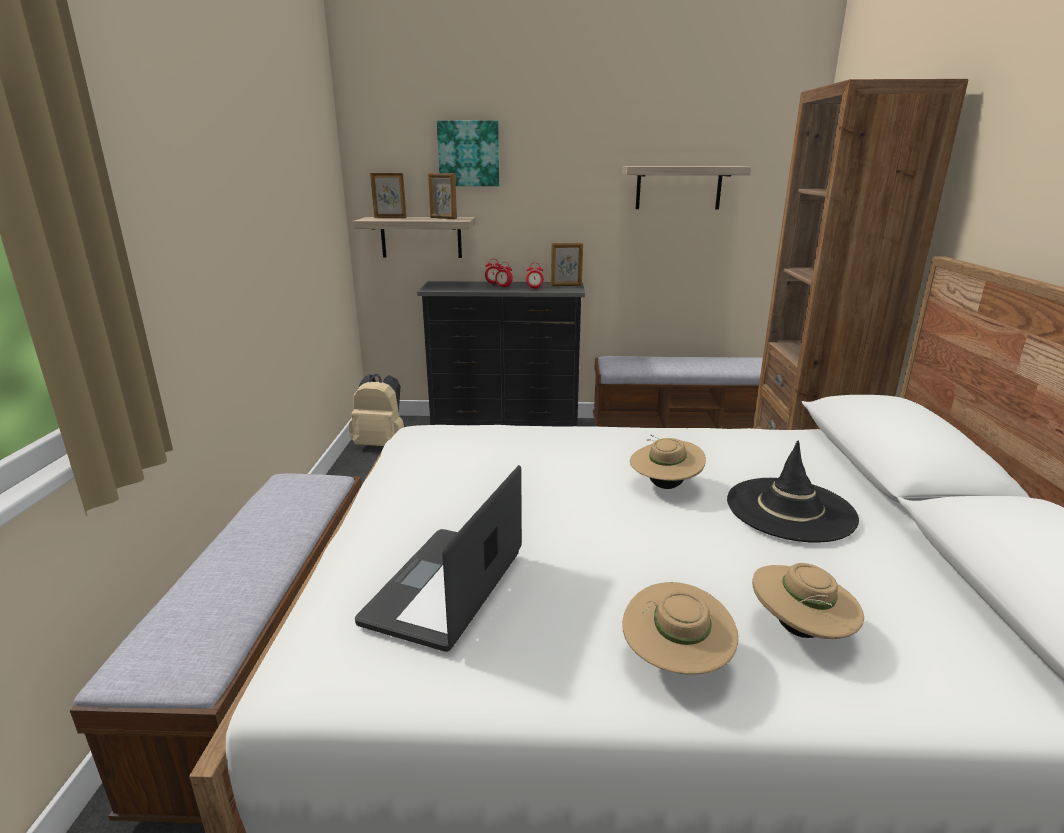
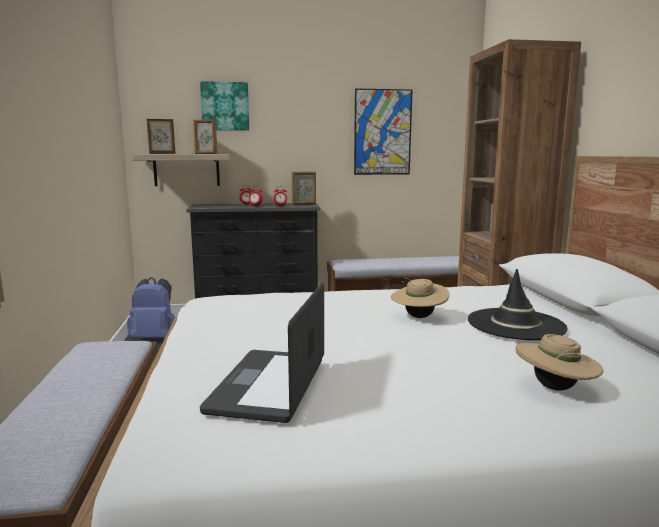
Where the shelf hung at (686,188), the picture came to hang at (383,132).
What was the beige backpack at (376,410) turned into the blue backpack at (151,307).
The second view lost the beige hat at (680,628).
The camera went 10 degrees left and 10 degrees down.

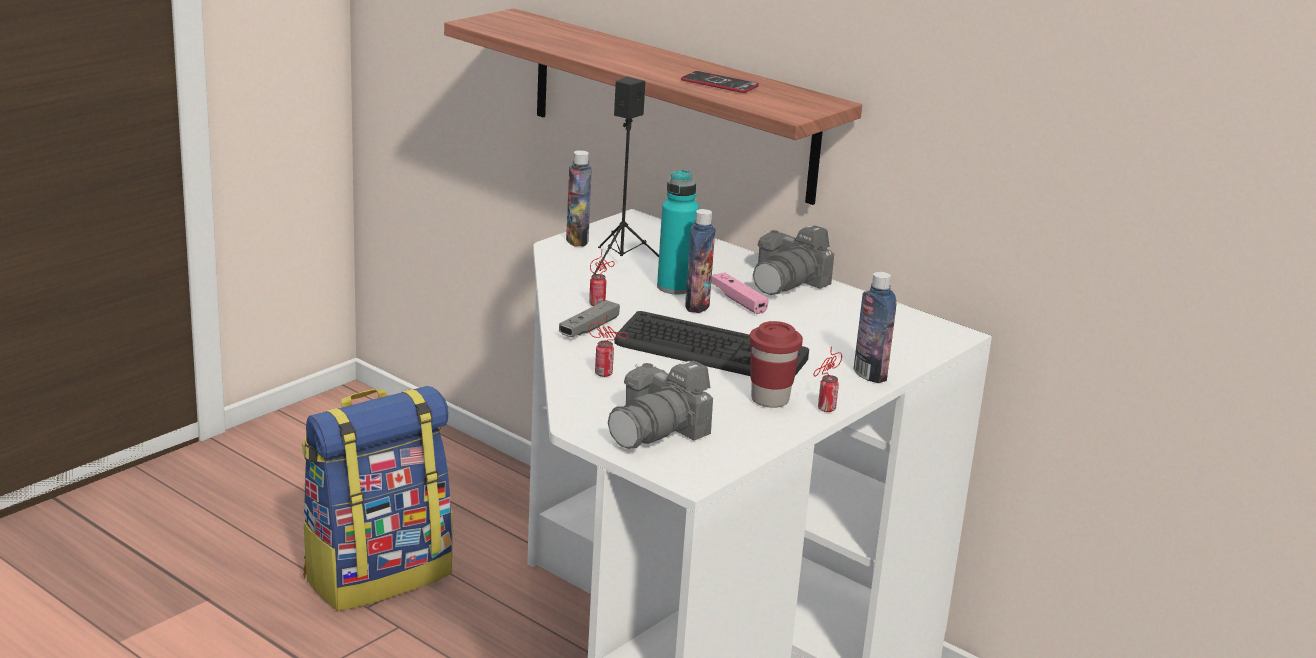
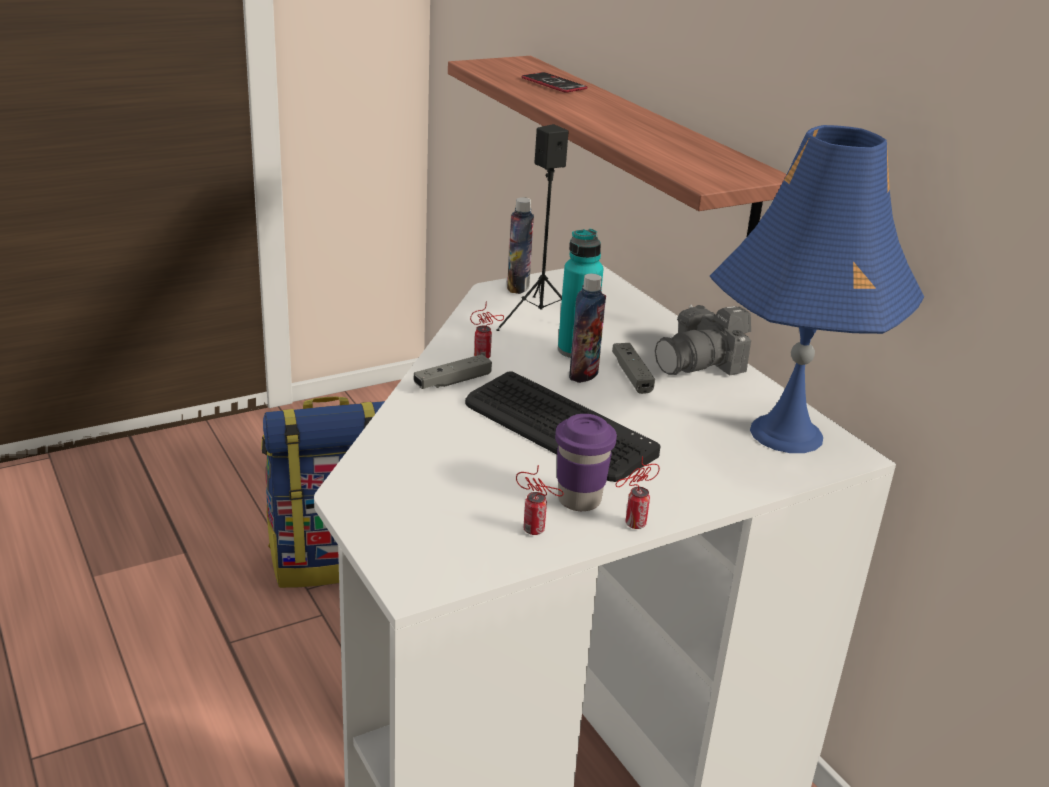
The phone ended up elsewhere, having gone from (720,82) to (555,82).
What was the pink game controller at (740,293) turned into the grey game controller at (633,368).
The second view lost the bottle at (875,327).
The can ended up elsewhere, having gone from (608,346) to (540,500).
What was the red cup at (776,364) turned into the purple cup at (586,462).
The second view lost the photo camera at (660,404).
The second view gained the blue table lamp at (817,289).
The camera went 20 degrees right and 5 degrees up.

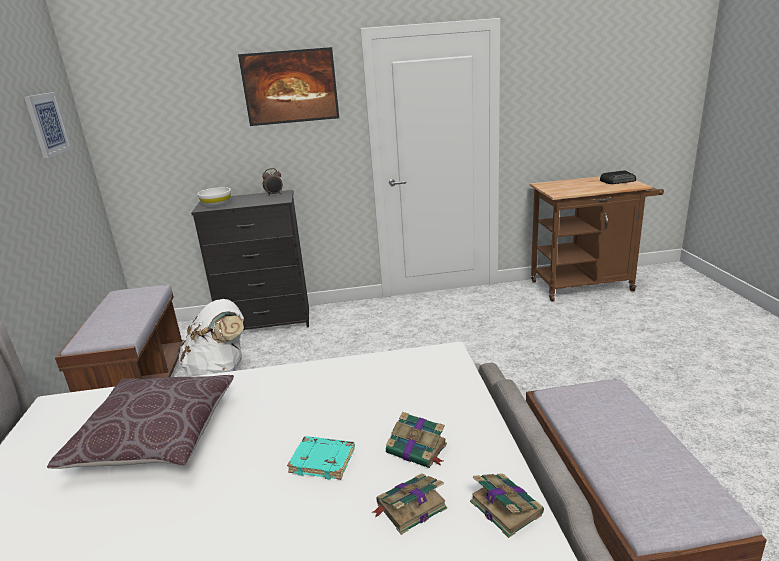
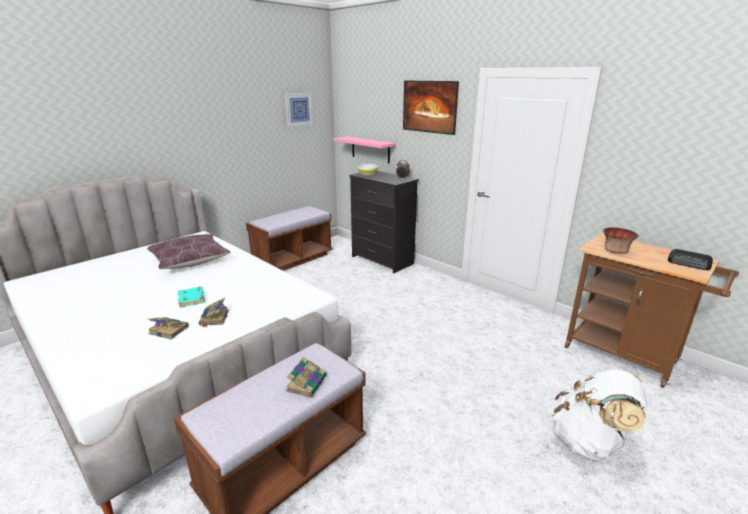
The white backpack ended up elsewhere, having gone from (211,338) to (600,415).
The book ended up elsewhere, having gone from (507,505) to (306,377).
The second view gained the pink shelf at (365,149).
The second view gained the bowl at (620,240).
The camera went 50 degrees right and 0 degrees up.

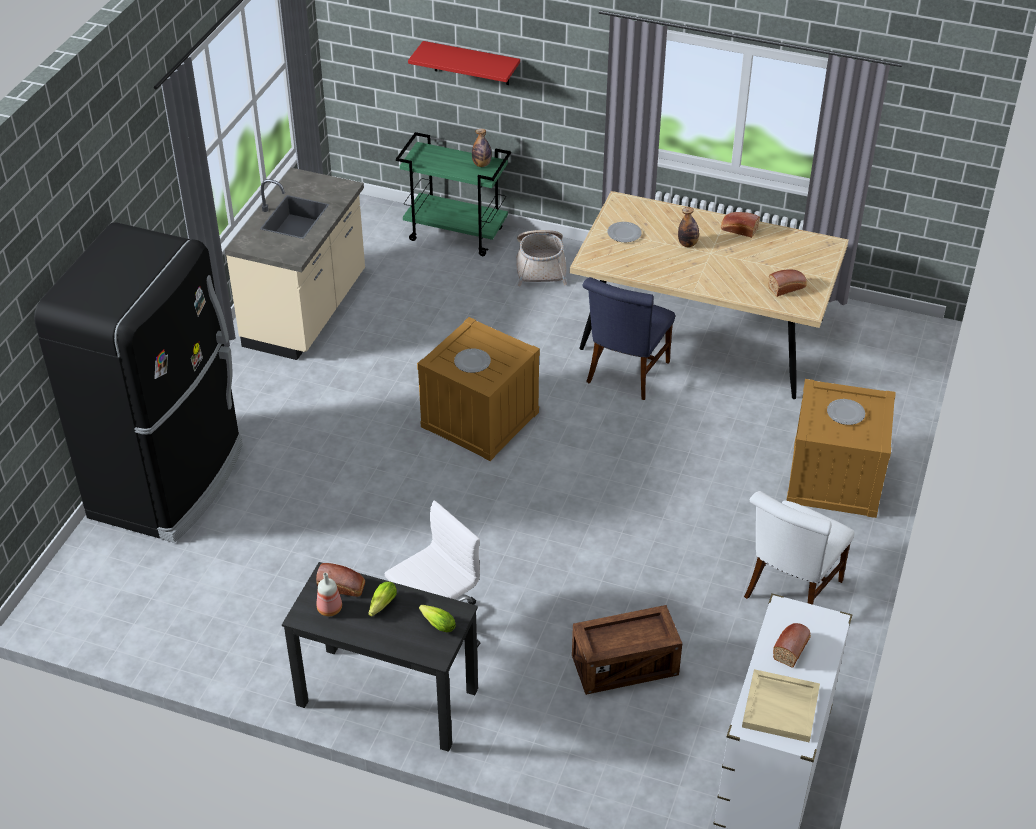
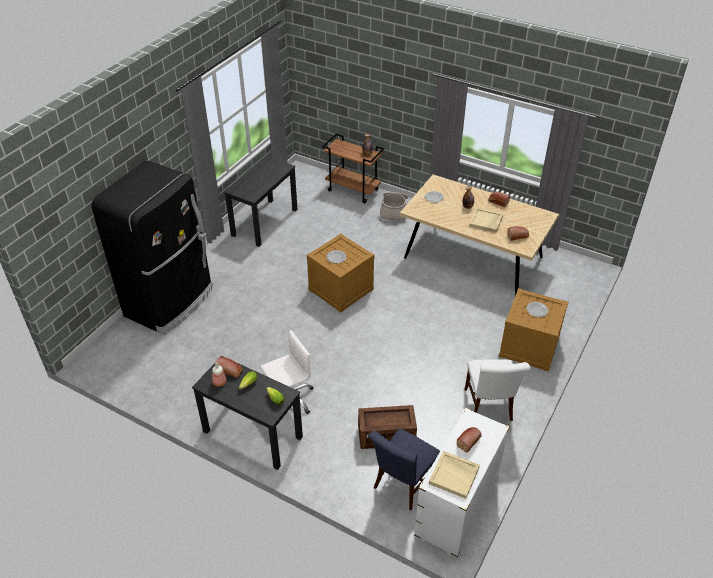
The second view lost the red shelf at (464,63).
What was the green cart at (453,194) turned into the brown cart at (353,168).
Where the beige counter stood at (295,264), the black desk came to stand at (261,201).
The blue chair ended up elsewhere, having gone from (628,338) to (404,470).
The white chair at (799,548) ended up facing another way, 45 degrees counterclockwise from before.
The second view gained the beige tray at (486,220).
The camera went 10 degrees right and 0 degrees up.

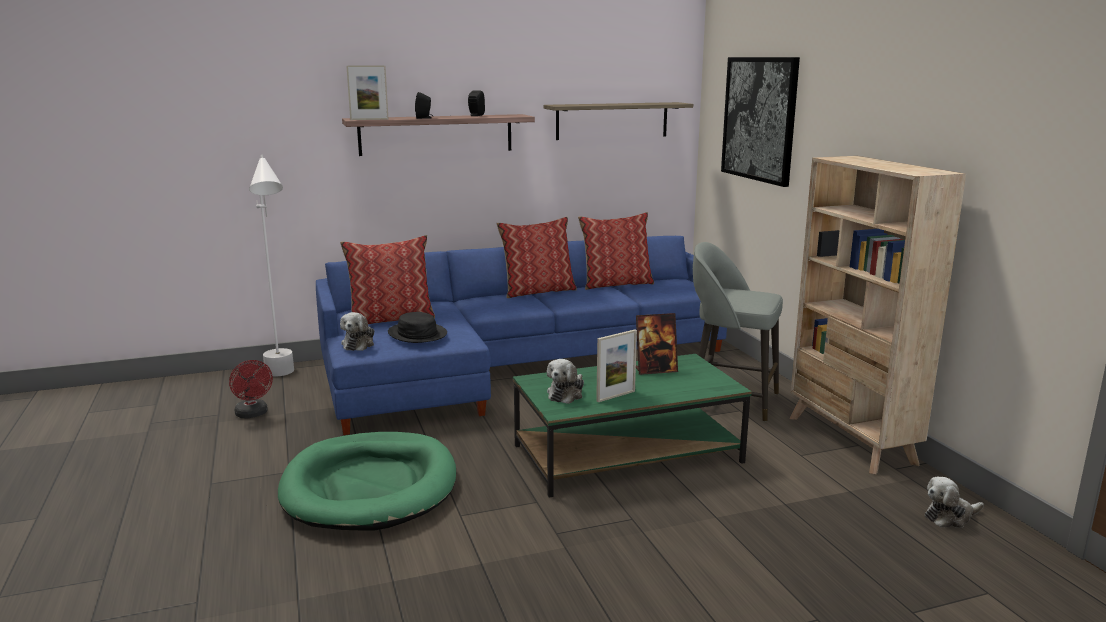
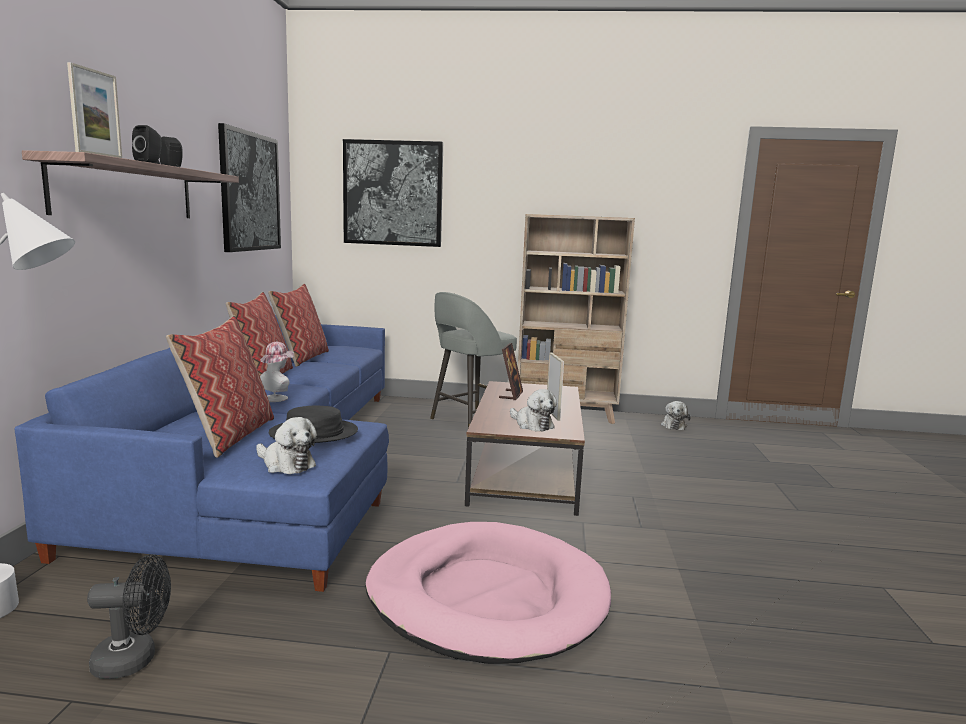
Where the shelf hung at (618,121), the picture came to hang at (249,187).
What was the green coffee table at (632,425) turned into the brown coffee table at (525,448).
What was the red fan at (251,389) turned into the black fan at (129,616).
What was the green dog bed at (367,481) turned into the pink dog bed at (488,593).
The second view gained the hat at (277,372).
The camera went 65 degrees left and 5 degrees down.

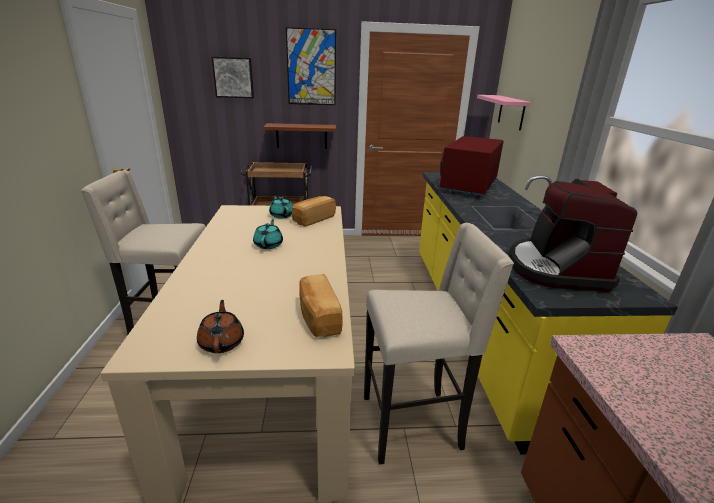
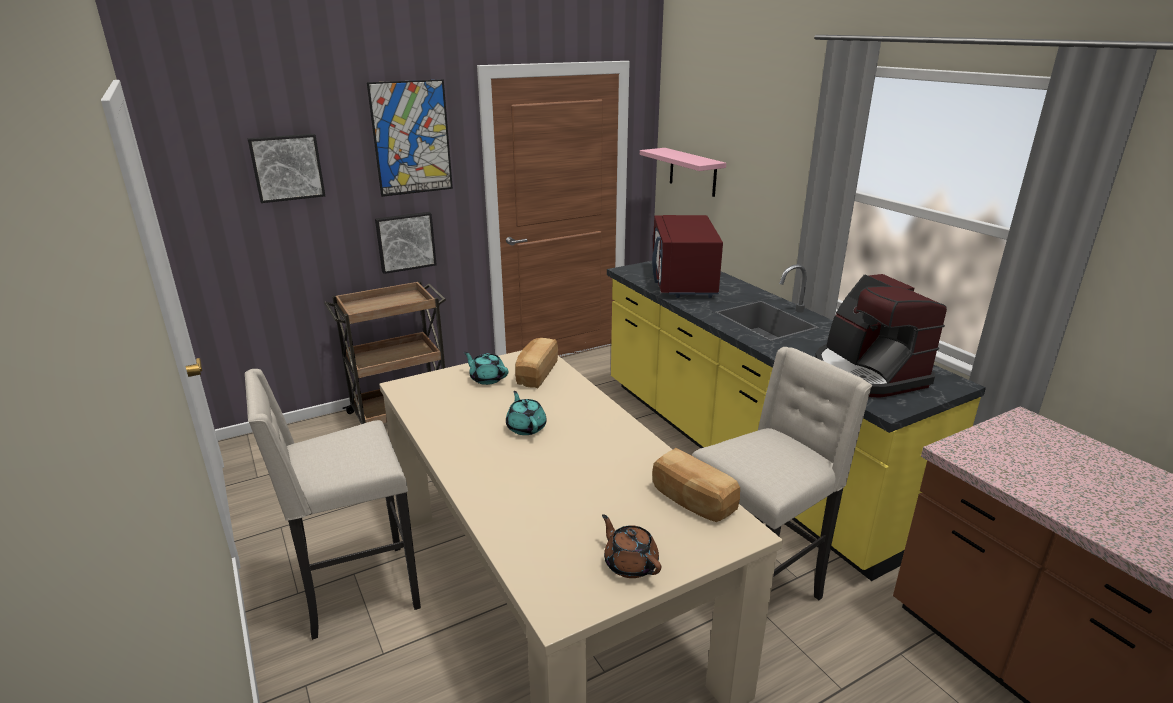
Where the brown shelf hung at (300,136), the picture came to hang at (406,243).
The camera went 25 degrees left and 0 degrees up.

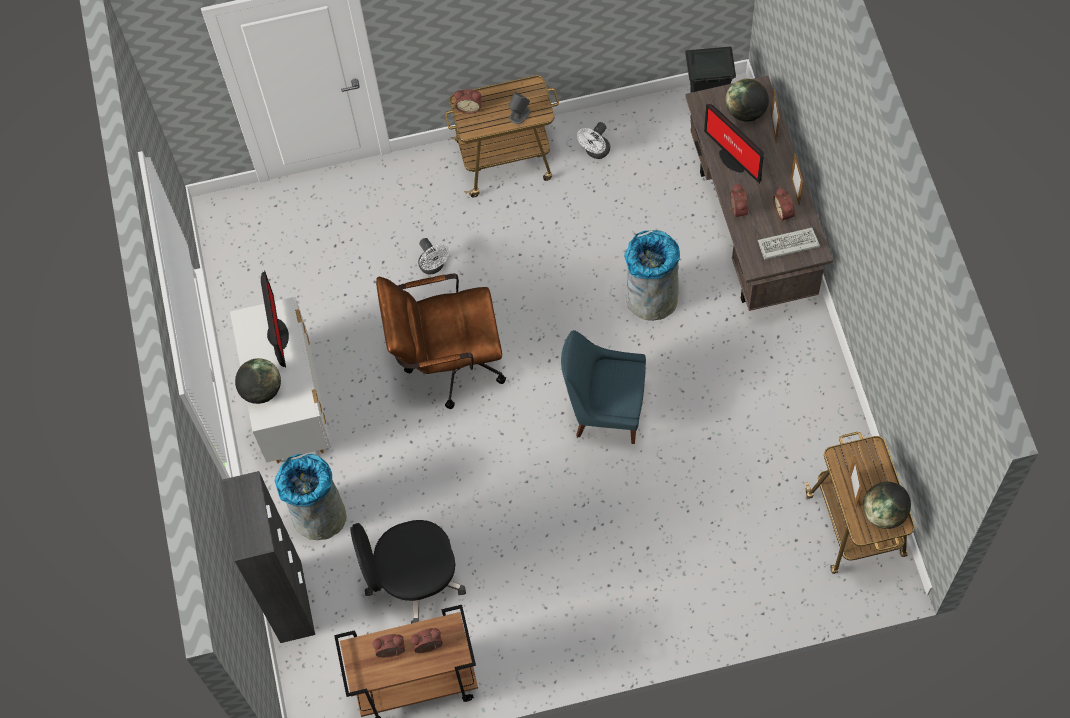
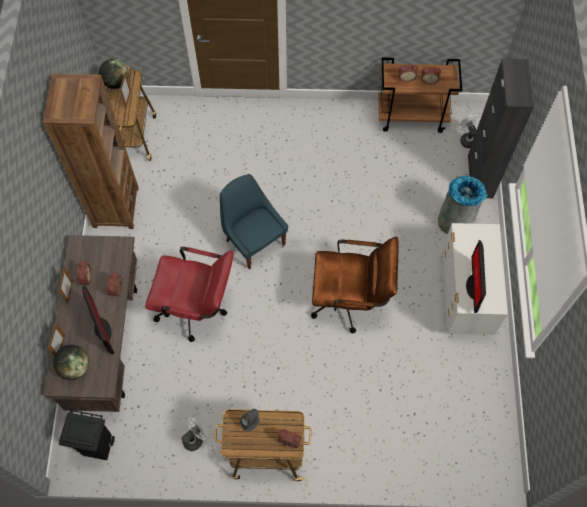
The second view lost the keyboard at (789,244).
Where the grey trash can stood at (652,275), the red office chair came to stand at (189,294).
The white fan ended up elsewhere, having gone from (433,256) to (469,131).
The blue chair at (603,387) ended up facing another way, 150 degrees counterclockwise from before.
The second view lost the globe at (258,381).
The second view lost the black office chair at (408,572).
The second view gained the brown bookcase at (91,151).
The camera went 170 degrees left and 0 degrees up.

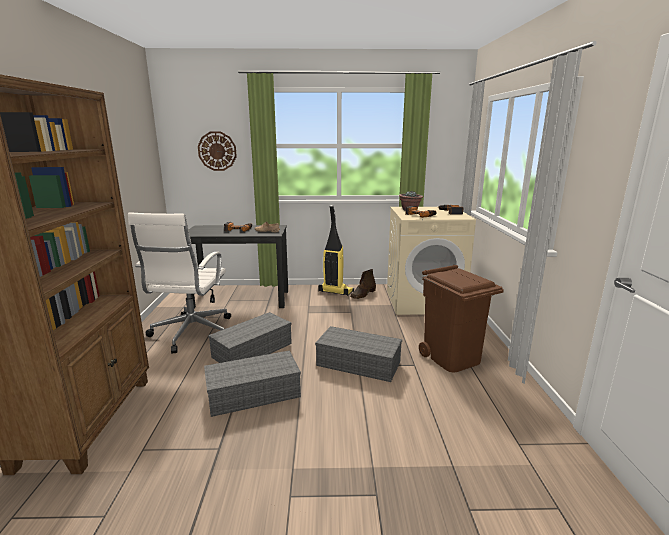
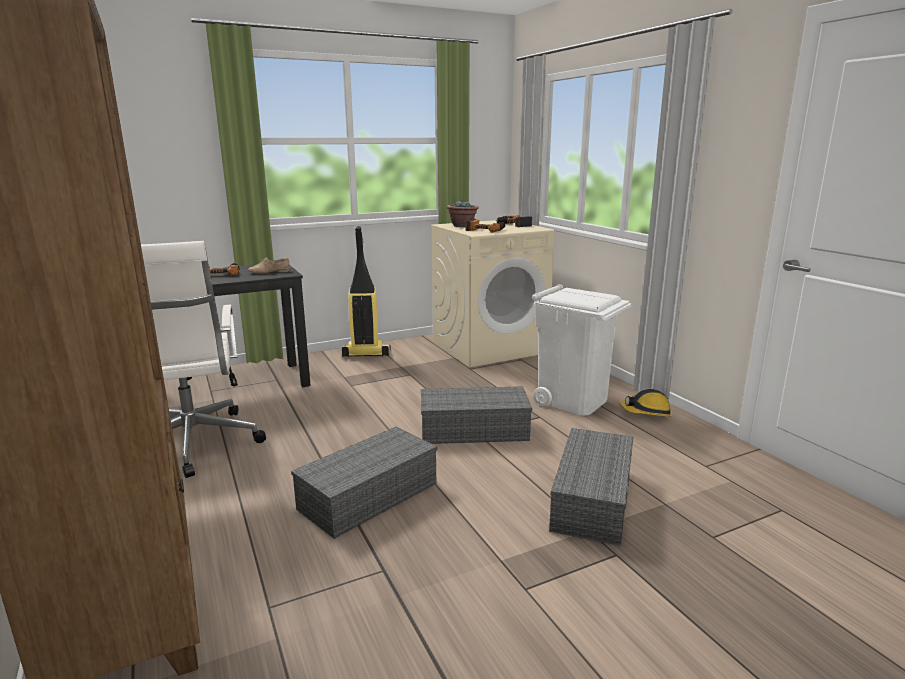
The second view lost the wall clock at (217,151).
What was the brown trash can at (461,319) turned into the white trash can at (581,349).
The second view lost the brown boot at (363,284).
The grey storage box ended up elsewhere, having gone from (250,337) to (591,487).
The second view gained the hard hat at (646,403).
The camera went 25 degrees left and 0 degrees up.

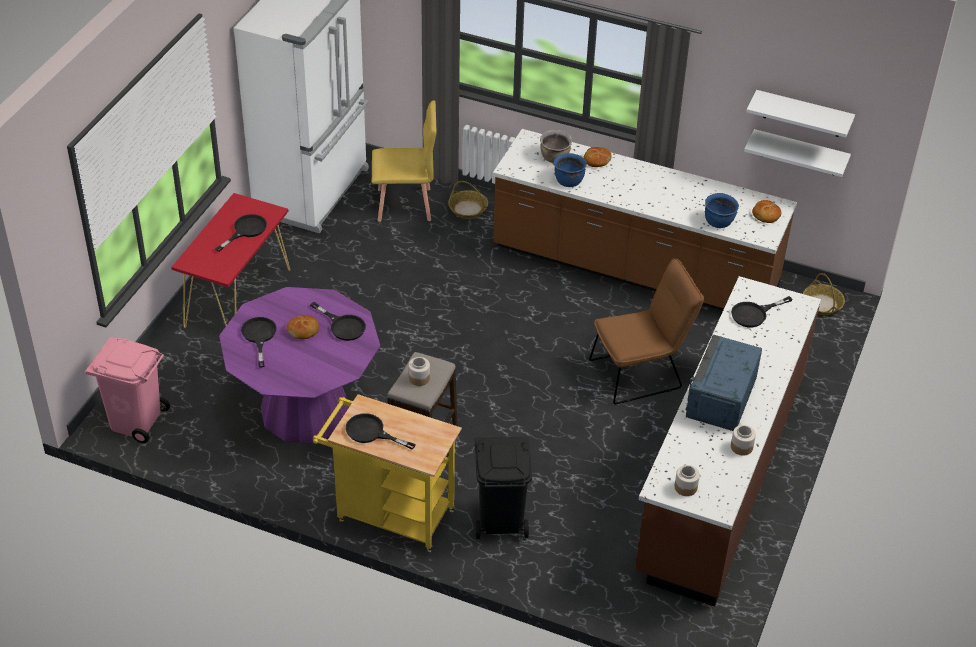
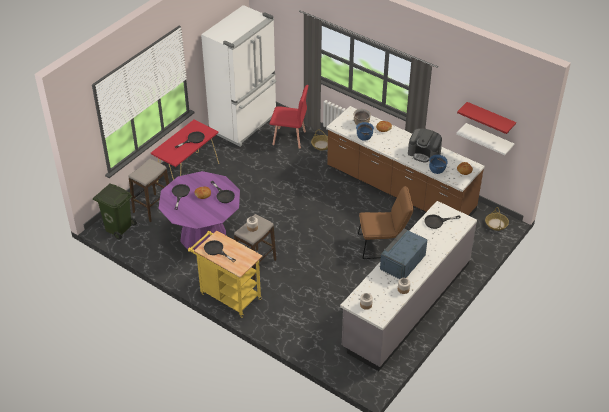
What was the white shelf at (800,113) turned into the red shelf at (486,118).
What was the yellow chair at (404,161) turned into the red chair at (289,117).
What was the brown counter at (728,441) turned into the grey counter at (408,286).
What was the pink trash can at (127,390) turned into the green trash can at (115,211).
The second view lost the black trash can at (503,488).
The second view gained the coffee machine at (425,145).
The second view gained the stool at (149,190).
The camera went 15 degrees right and 0 degrees up.

